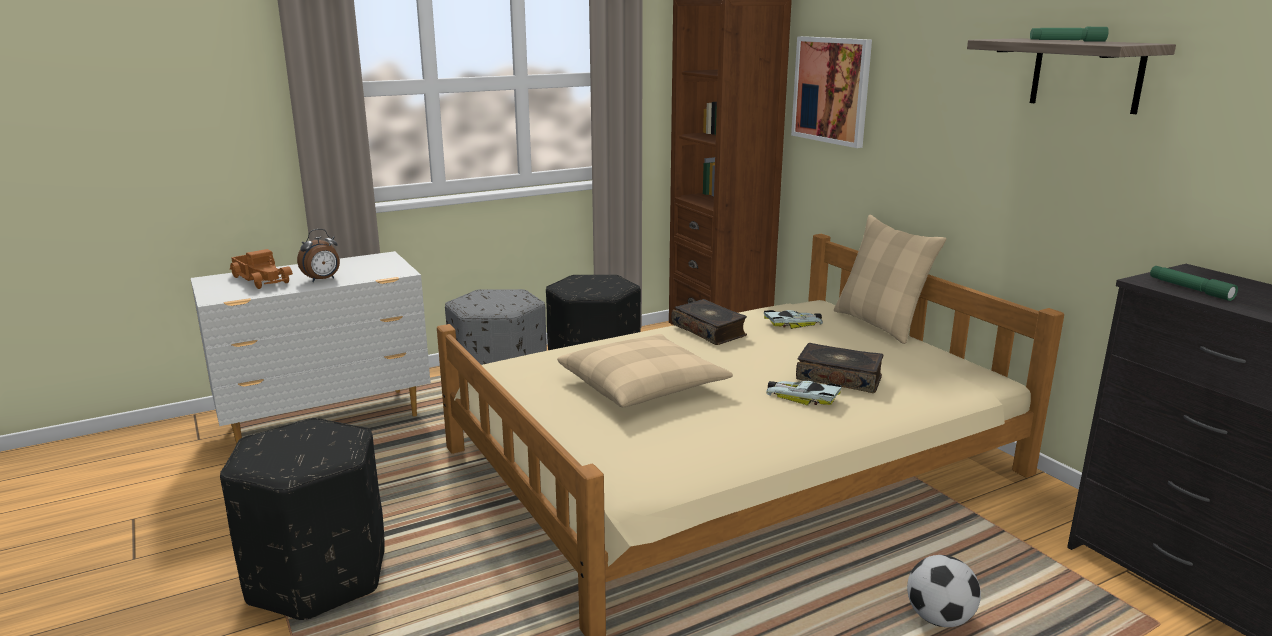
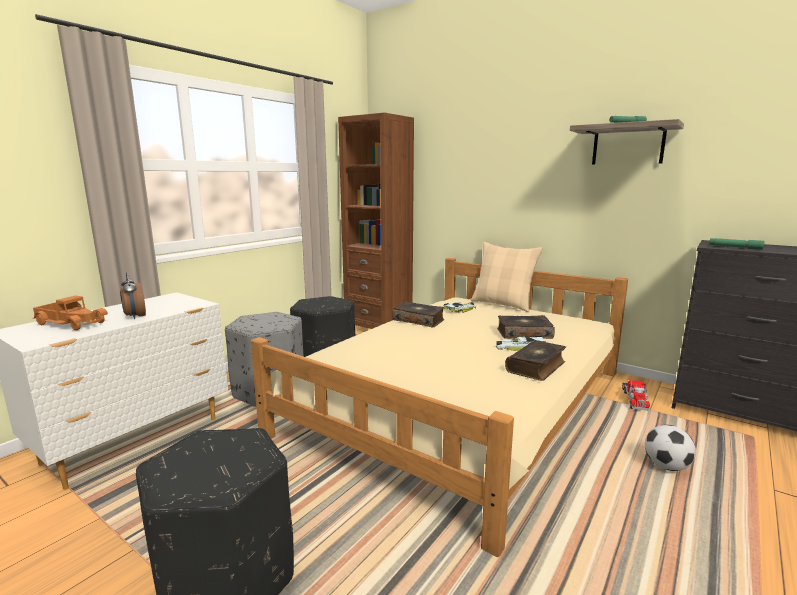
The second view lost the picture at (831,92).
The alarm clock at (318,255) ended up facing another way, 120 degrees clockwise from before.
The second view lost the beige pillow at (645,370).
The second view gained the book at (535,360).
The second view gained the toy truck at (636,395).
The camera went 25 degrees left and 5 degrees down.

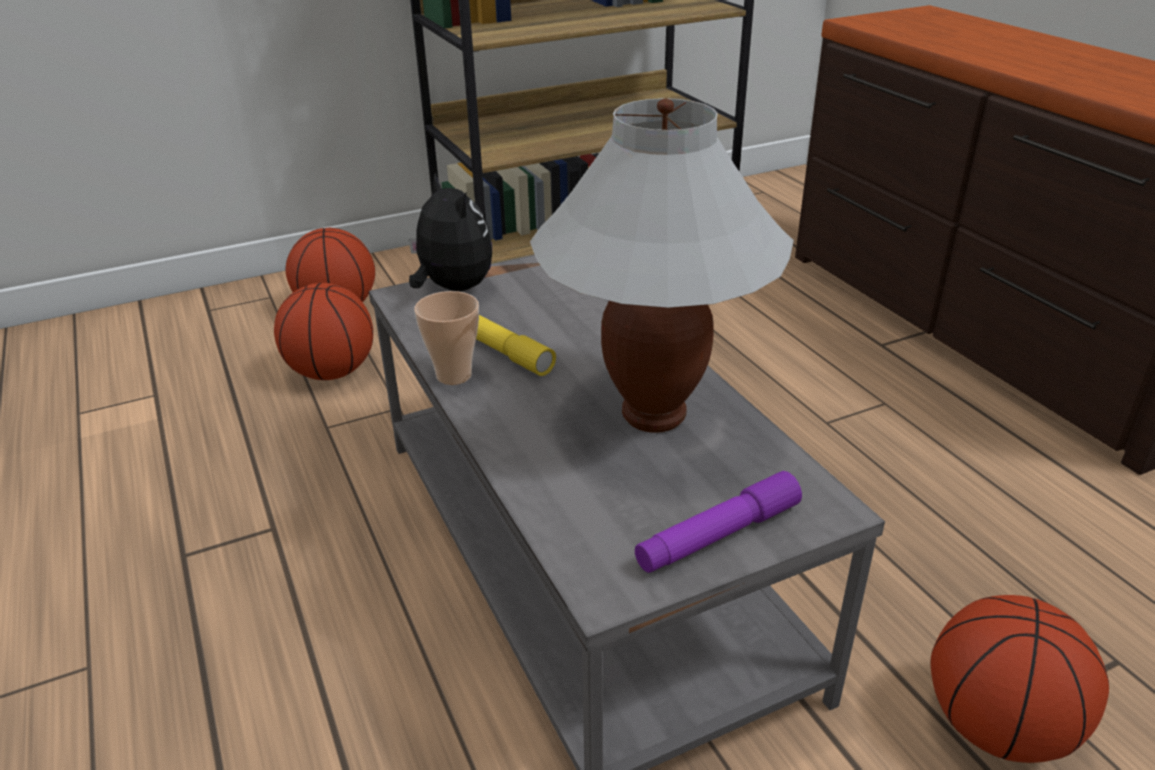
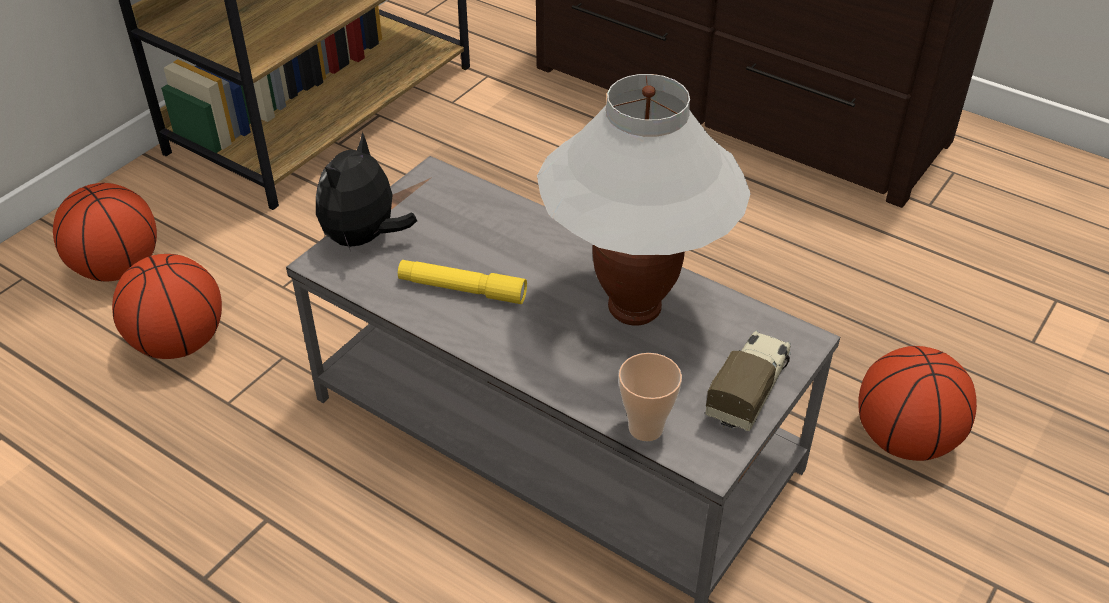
The plush toy at (450,231) ended up facing another way, 90 degrees counterclockwise from before.
The cup ended up elsewhere, having gone from (446,338) to (650,397).
Where the purple flashlight stood at (718,522), the toy truck came to stand at (748,380).
The camera went 30 degrees left and 10 degrees up.

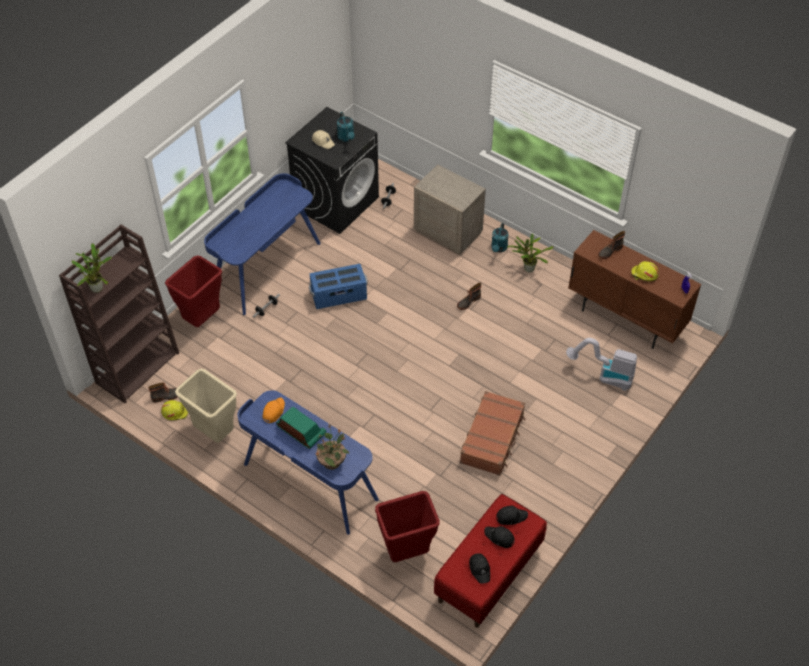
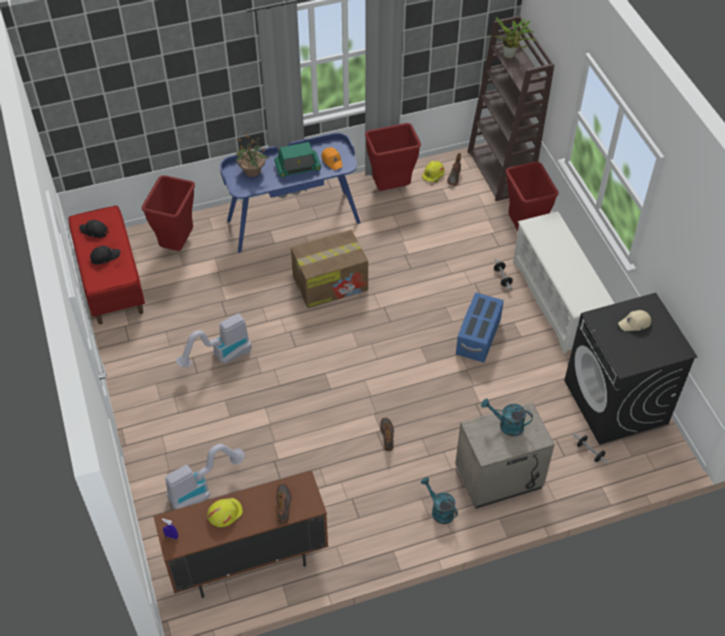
The turquoise watering can ended up elsewhere, having gone from (346,127) to (507,417).
Where the blue desk stood at (262,244), the white shoe rack came to stand at (564,282).
The second view lost the potted plant at (530,253).
What was the beige trash can at (206,406) turned into the red trash can at (393,157).
Where the brown suitcase stood at (492,433), the vacuum cleaner came to stand at (214,340).
The second view lost the black cap at (512,515).
The second view gained the cardboard box at (329,269).
The camera went 125 degrees right and 0 degrees up.

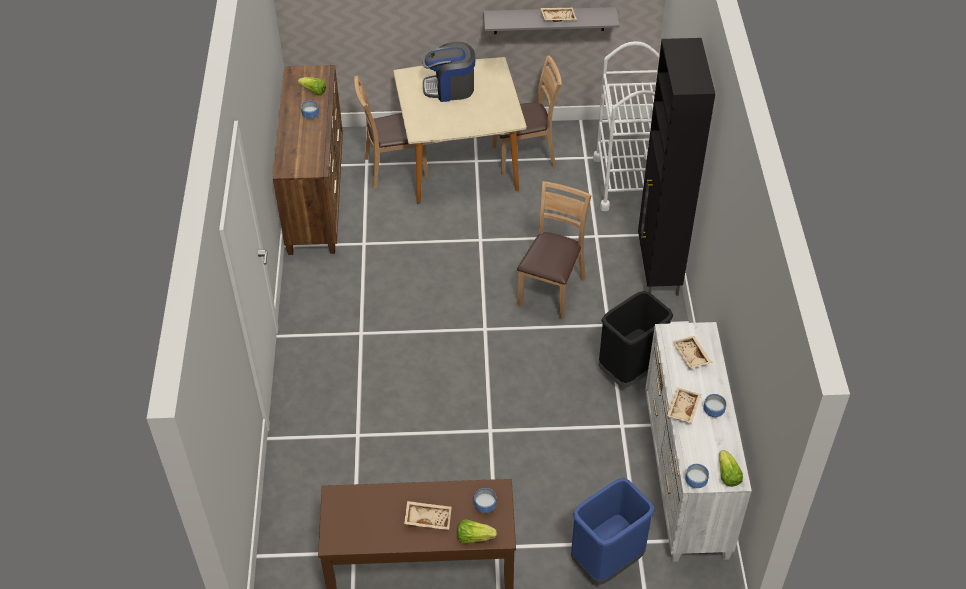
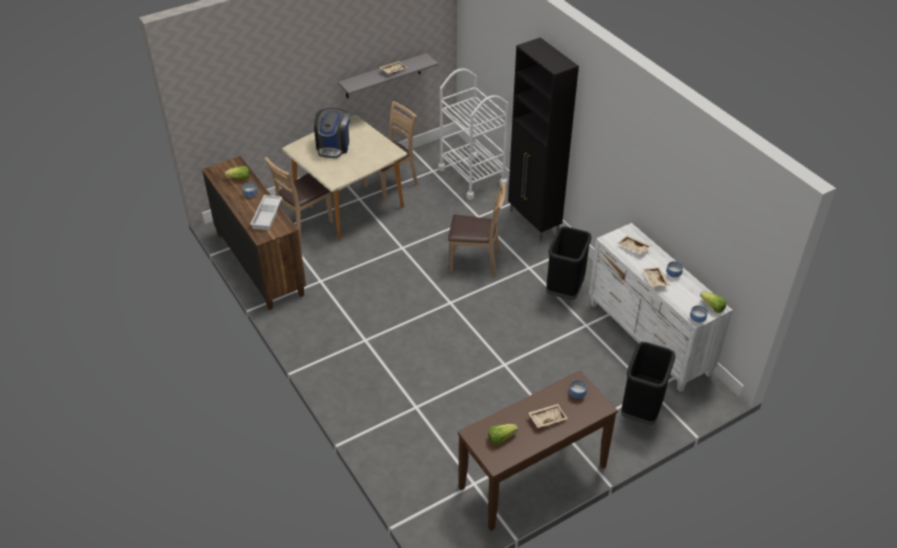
The coffee machine at (448,72) ended up facing another way, 45 degrees counterclockwise from before.
The brown chair at (554,250) ended up facing another way, 105 degrees clockwise from before.
What was the blue trash can at (613,531) turned into the black trash can at (648,383).
The lettuce ended up elsewhere, having gone from (477,531) to (503,434).
The second view gained the white tray at (266,213).
The camera went 30 degrees left and 5 degrees down.

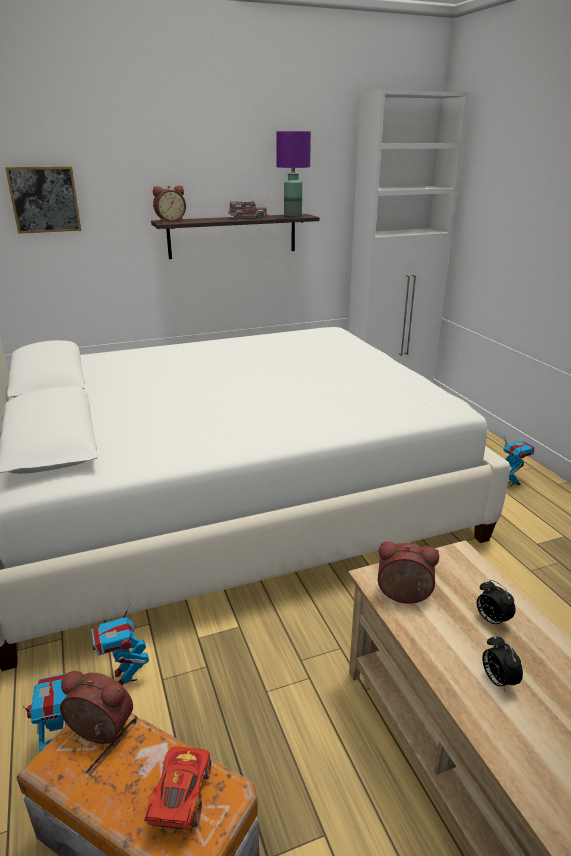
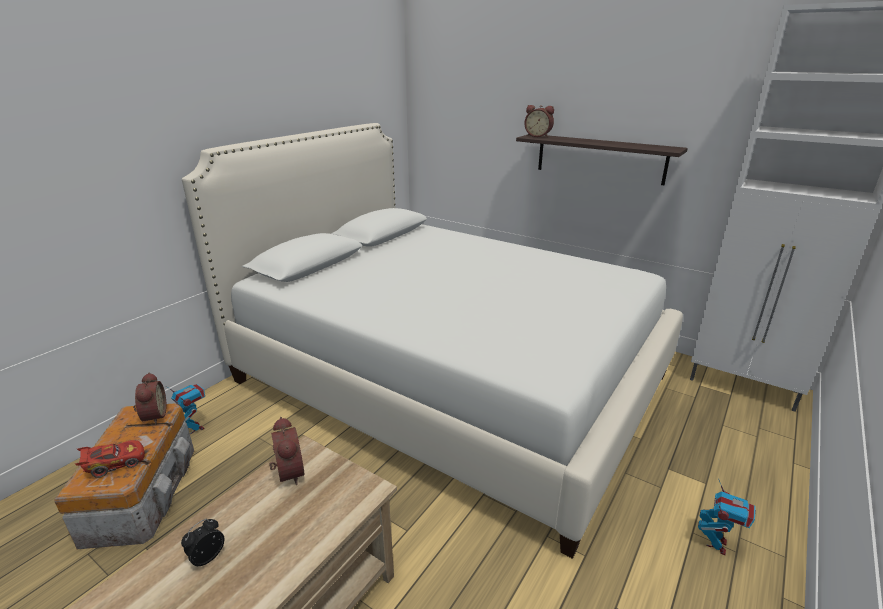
The second view lost the purple table lamp at (293,174).
The second view lost the picture at (43,200).
The second view lost the toy truck at (248,210).
The second view lost the alarm clock at (495,604).
The second view lost the toy robot at (120,644).
The camera went 55 degrees right and 0 degrees up.

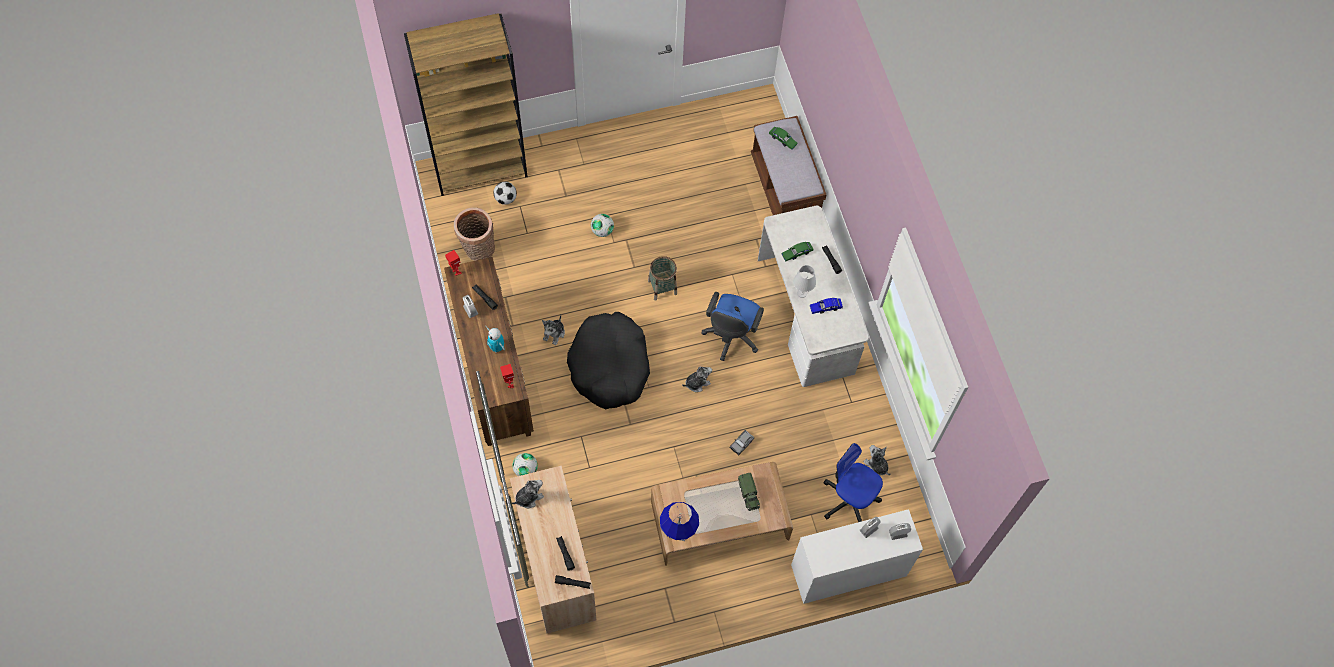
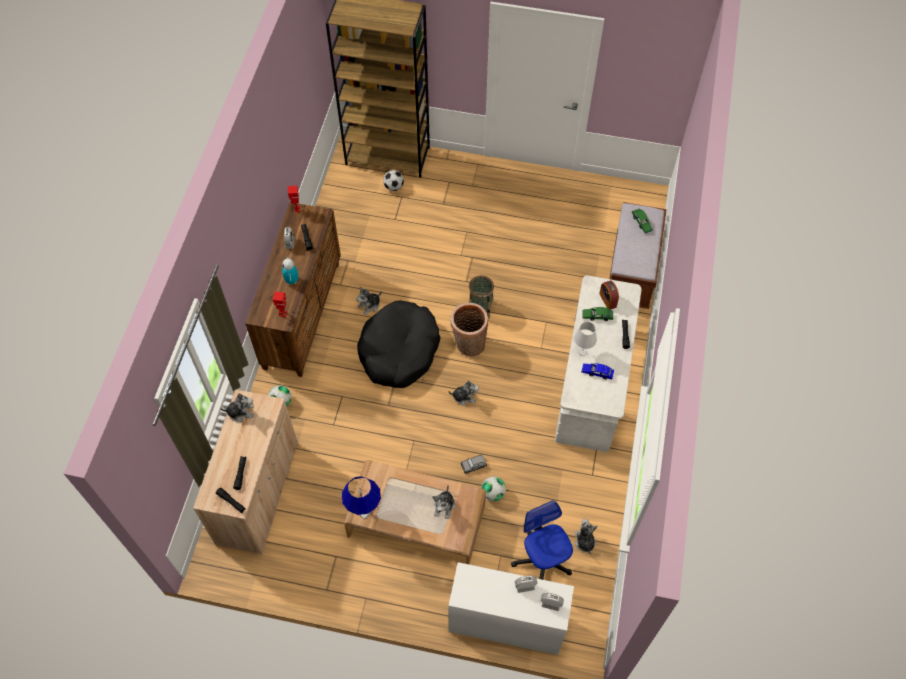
The basket ended up elsewhere, having gone from (474,234) to (470,329).
The football ended up elsewhere, having gone from (602,225) to (493,489).
The second view lost the blue office chair at (733,326).
Where the toy truck stood at (749,492), the plush toy came to stand at (443,502).
The second view gained the alarm clock at (609,295).
The camera went 30 degrees right and 5 degrees down.

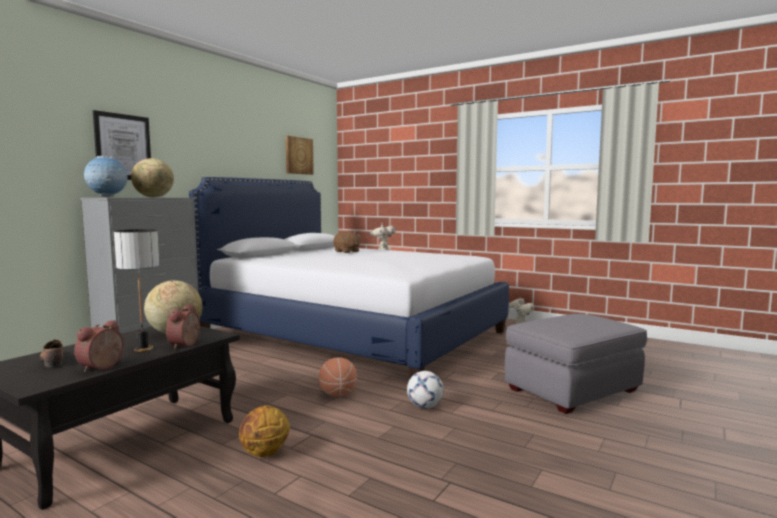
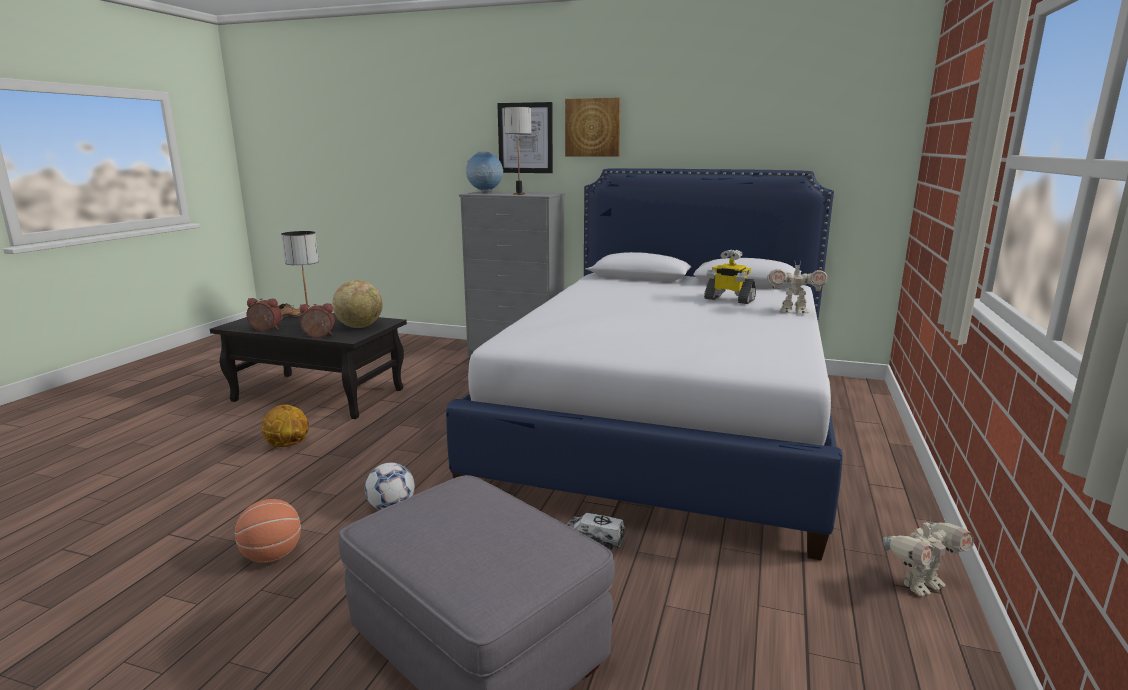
The picture ended up elsewhere, having gone from (300,155) to (593,127).
Where the globe stood at (152,177), the table lamp came to stand at (517,151).
Where the brown plush toy stood at (347,242), the toy robot came to stand at (730,276).
The basketball ended up elsewhere, having gone from (338,377) to (268,531).
The second view gained the toy truck at (595,531).
The camera went 75 degrees right and 10 degrees up.

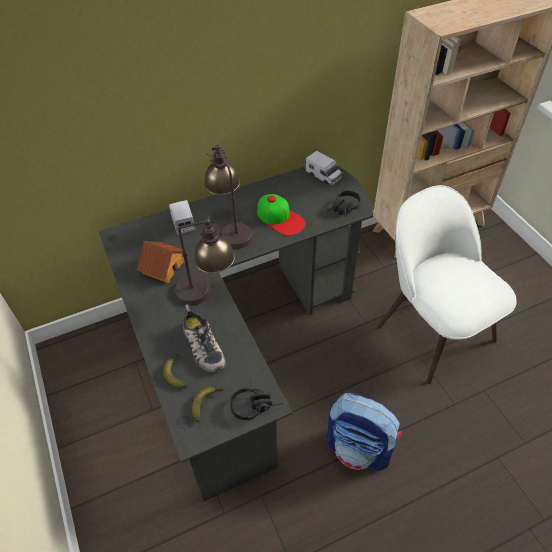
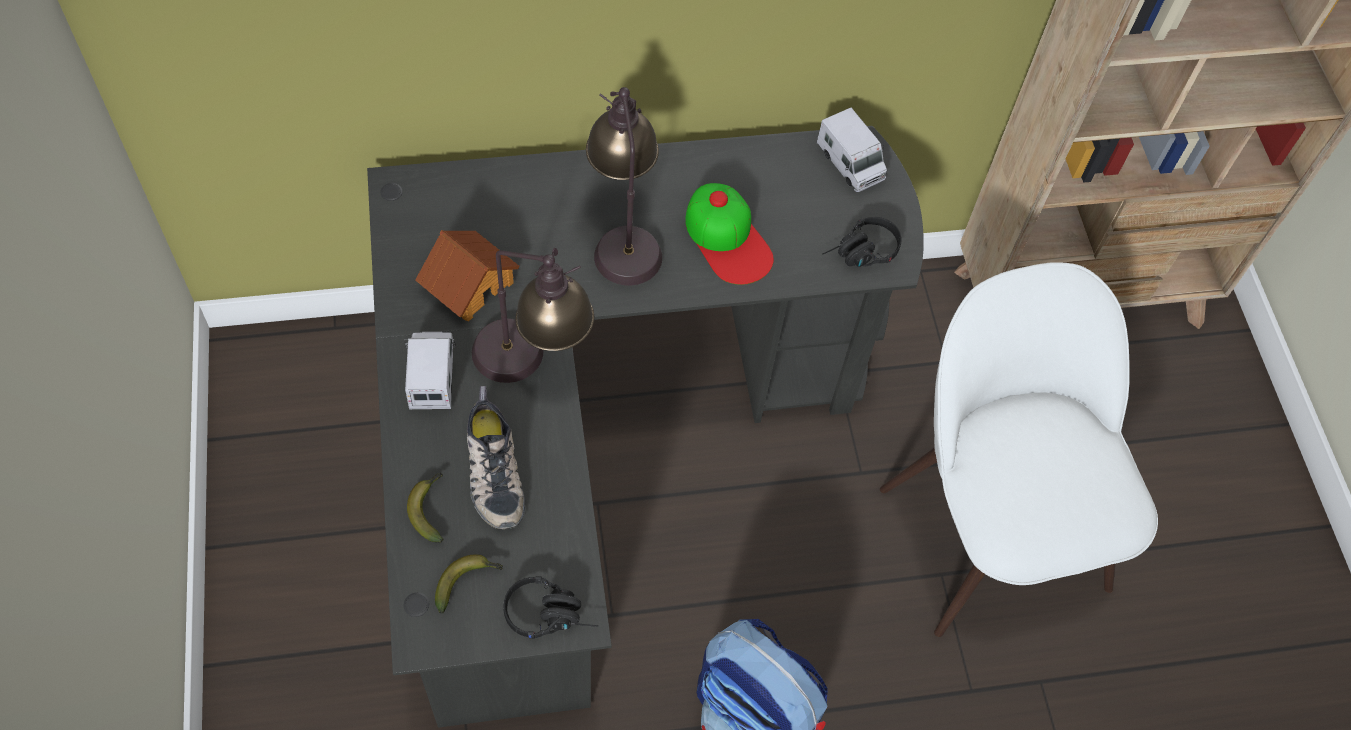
The toy truck ended up elsewhere, having gone from (181,217) to (430,370).
The camera went 10 degrees right and 10 degrees up.

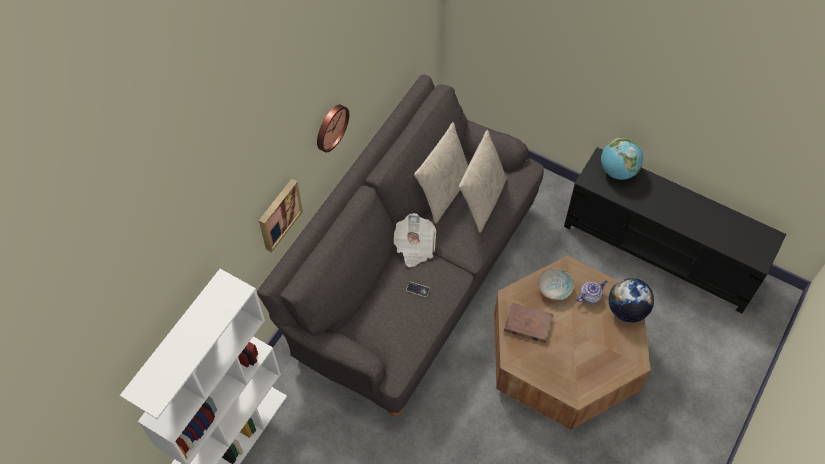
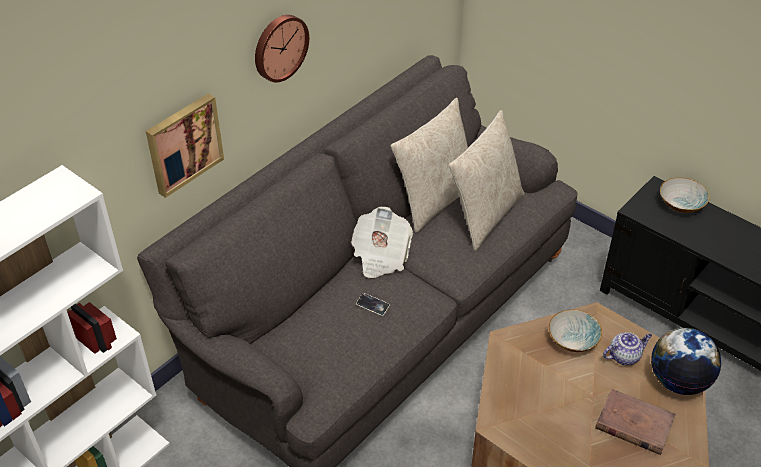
Where the globe stood at (622,159), the bowl came to stand at (685,195).
The brown book ended up elsewhere, having gone from (529,323) to (635,422).
The camera went 10 degrees right and 15 degrees down.

